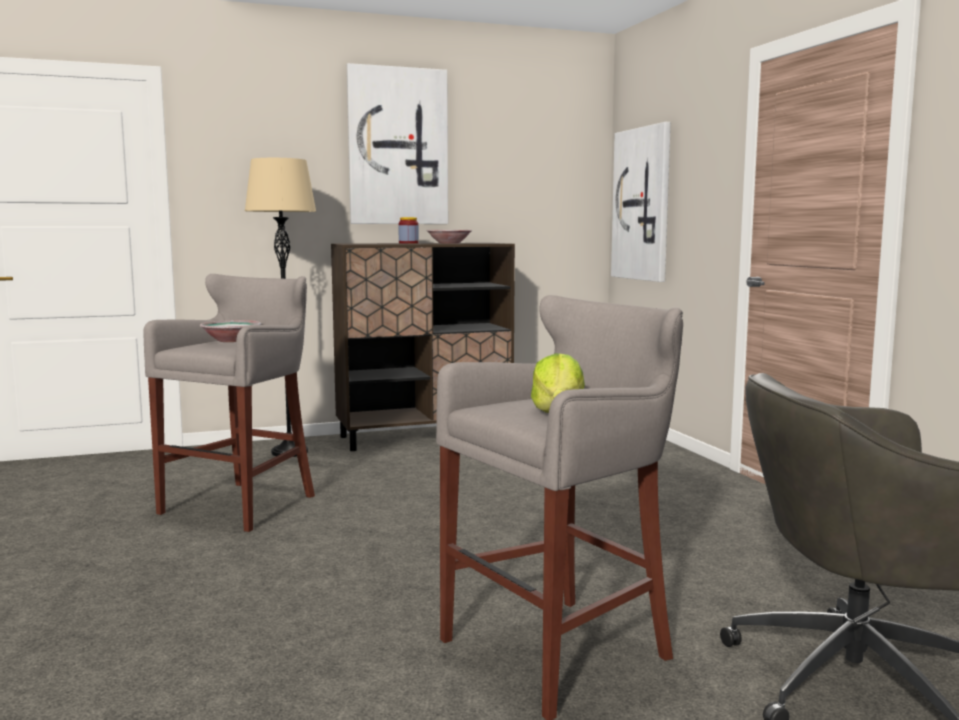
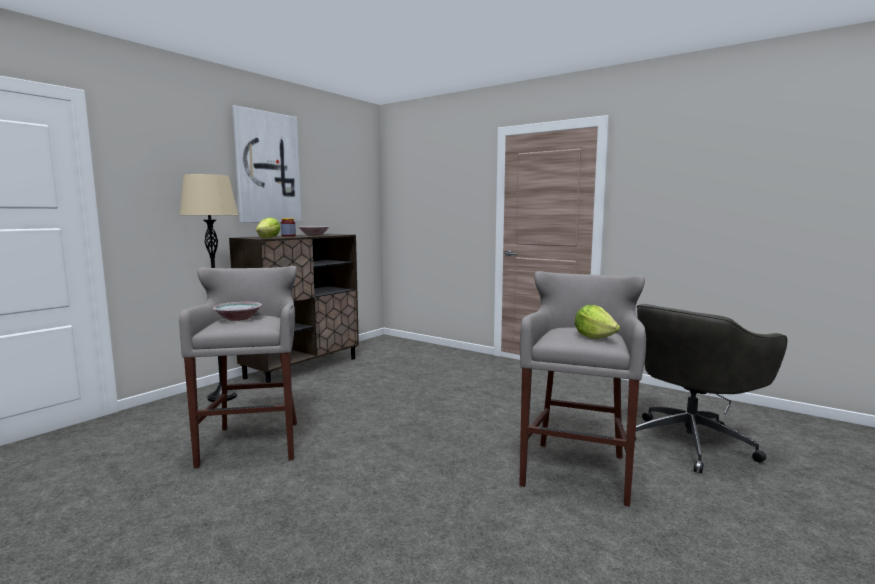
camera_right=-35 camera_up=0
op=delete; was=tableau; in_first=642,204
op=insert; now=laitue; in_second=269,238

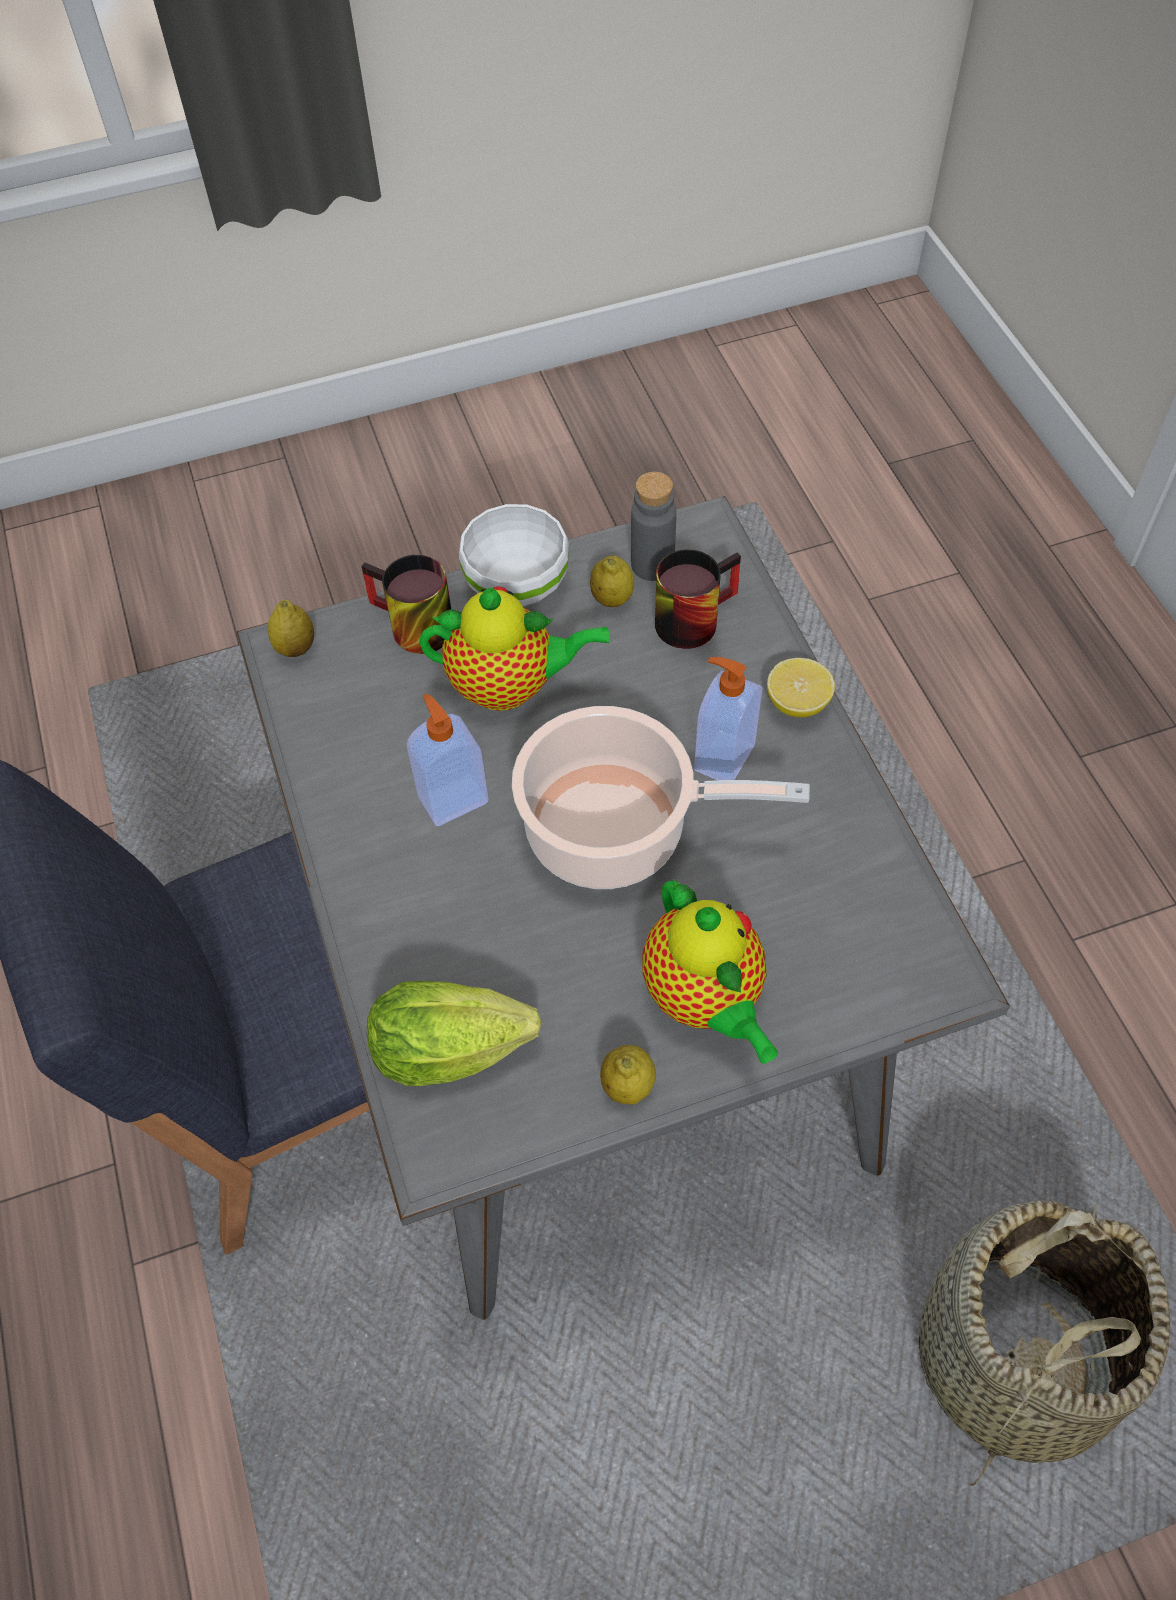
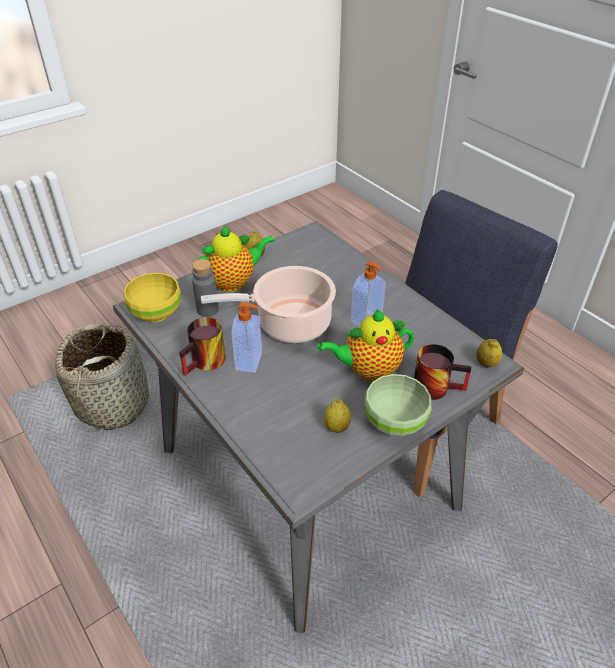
camera_right=160 camera_up=-15
op=delete; was=laitue; in_first=460,1048
op=recolor; was=bol [blanc]; now=bol [vert]; in_first=519,584; in_second=394,423
op=move; was=bouteille [gris]; in_first=652,565; in_second=207,310
op=rotate; was=théière; in_first=705,998; in_second=234,282; clockwise=105
op=move; was=mug; in_first=691,615; in_second=206,363
op=delete; was=citron; in_first=797,703
op=insert; now=bol [jaune]; in_second=156,312

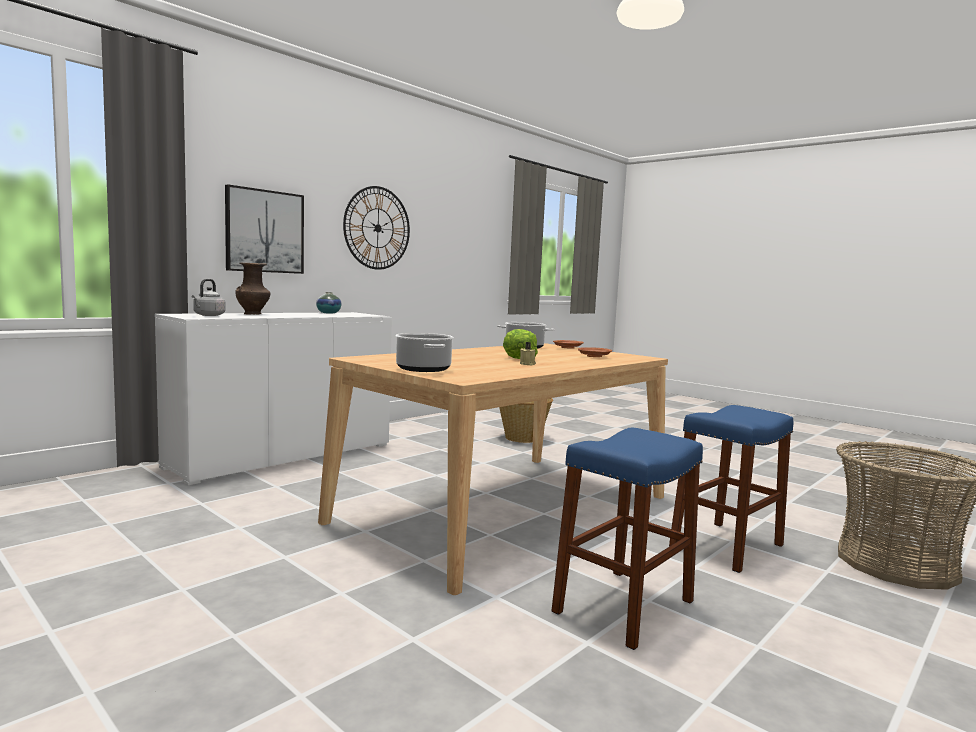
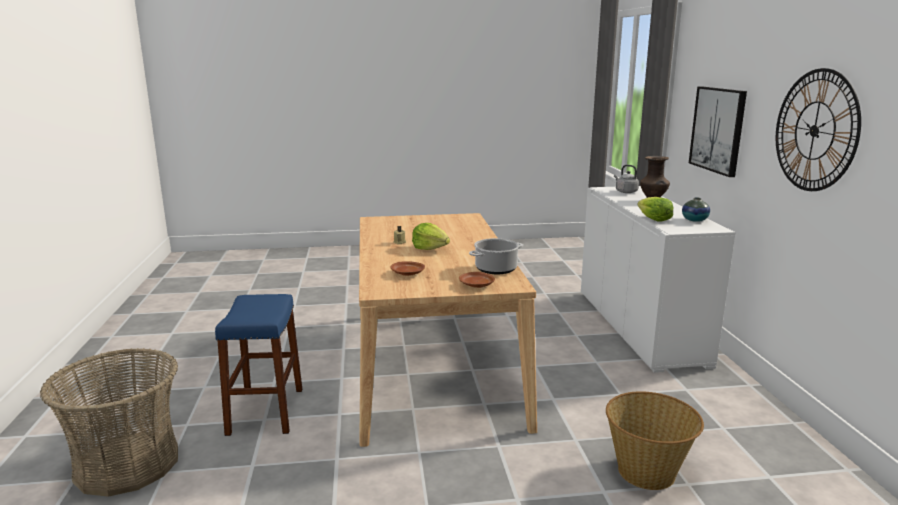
camera_right=130 camera_up=10
op=delete; was=marmite; in_first=424,369
op=delete; was=tabouret [bleu]; in_first=624,606
op=insert; now=laitue; in_second=654,219

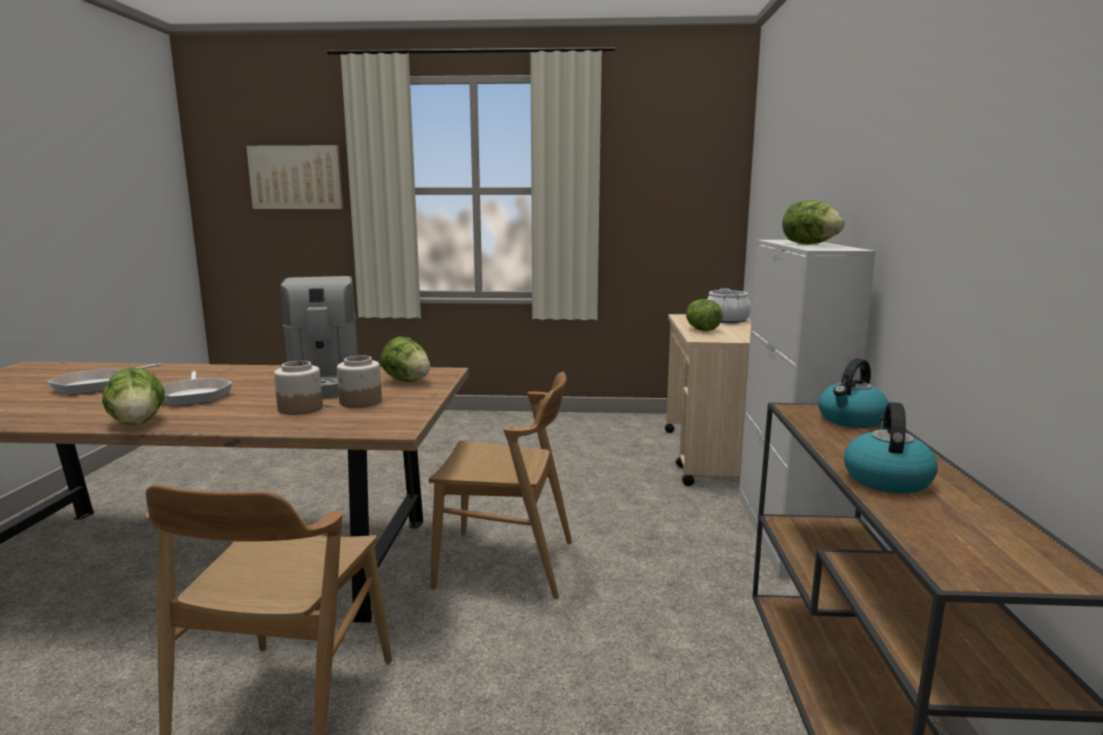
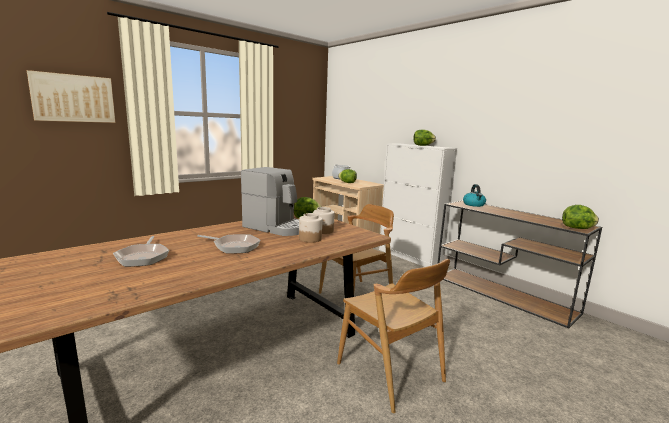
camera_right=-45 camera_up=0
op=move; was=laitue; in_first=138,423; in_second=577,228
op=delete; was=bouilloire; in_first=886,479

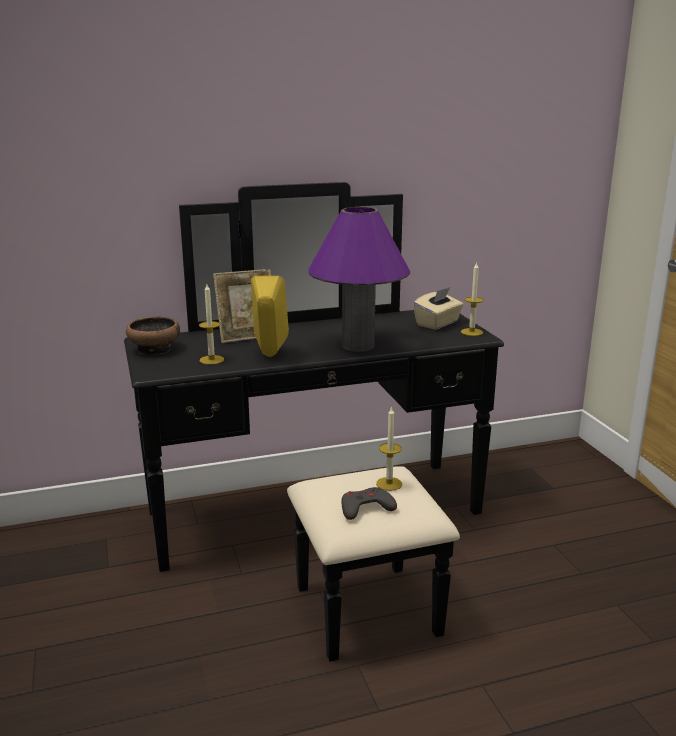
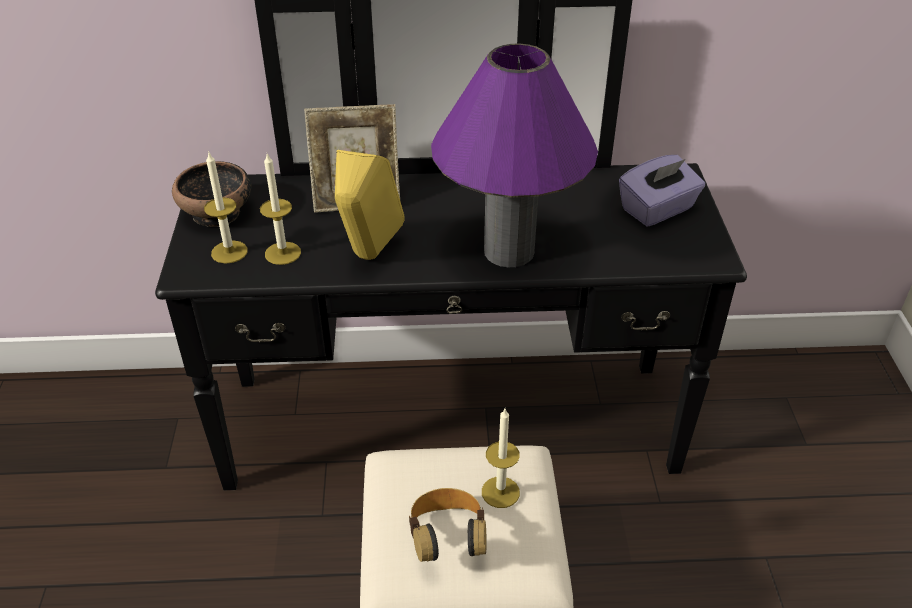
camera_right=15 camera_up=20
op=replace; was=manette [gris]; now=casque audio; in_first=366,508; in_second=447,539
op=recolor; was=boîte à mouchoirs [beige]; now=boîte à mouchoirs [violet]; in_first=438,323; in_second=658,210
op=move; was=bougie; in_first=471,332; in_second=229,252

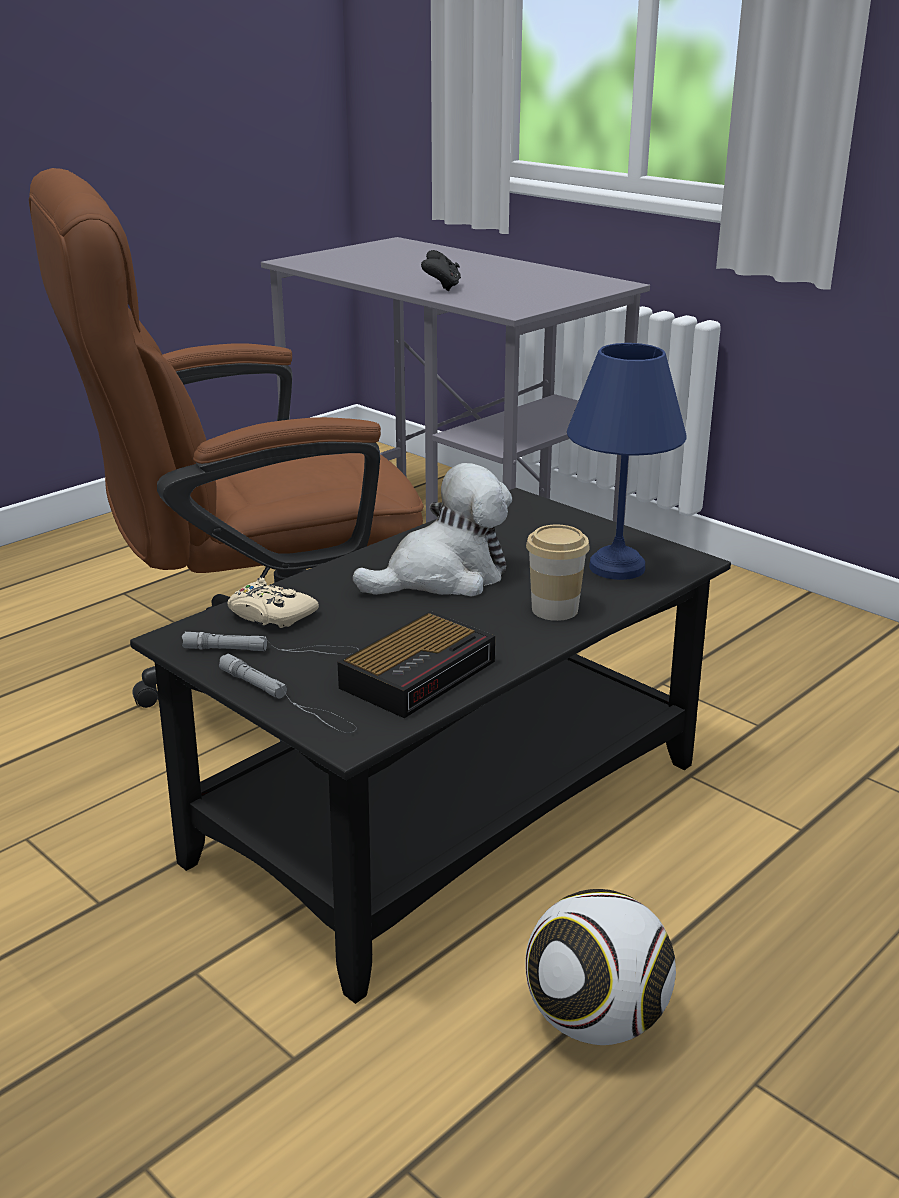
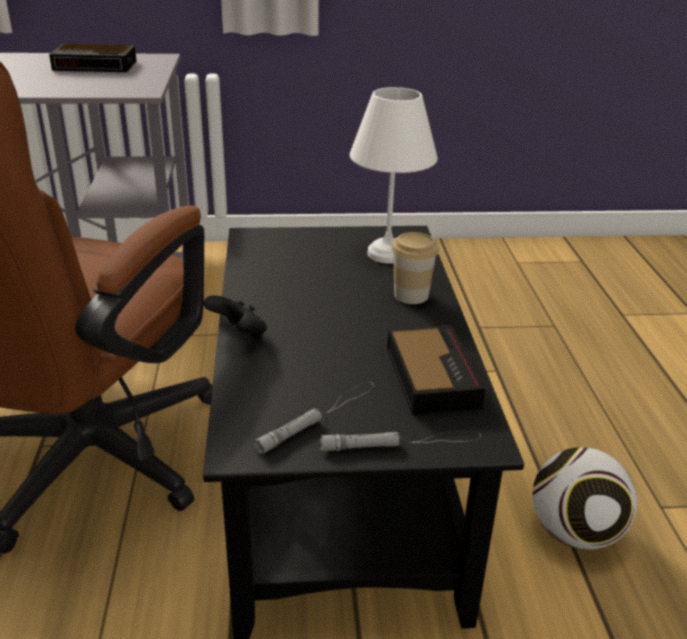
camera_right=-50 camera_up=5
op=delete; was=manette [beige]; in_first=270,615
op=delete; was=peluche; in_first=443,577
op=move; was=manette [noir]; in_first=441,287; in_second=239,334
op=recolor; was=lampe de table [bleu]; now=lampe de table [blanc]; in_first=617,568; in_second=389,254
op=insert; now=réveil; in_second=97,65

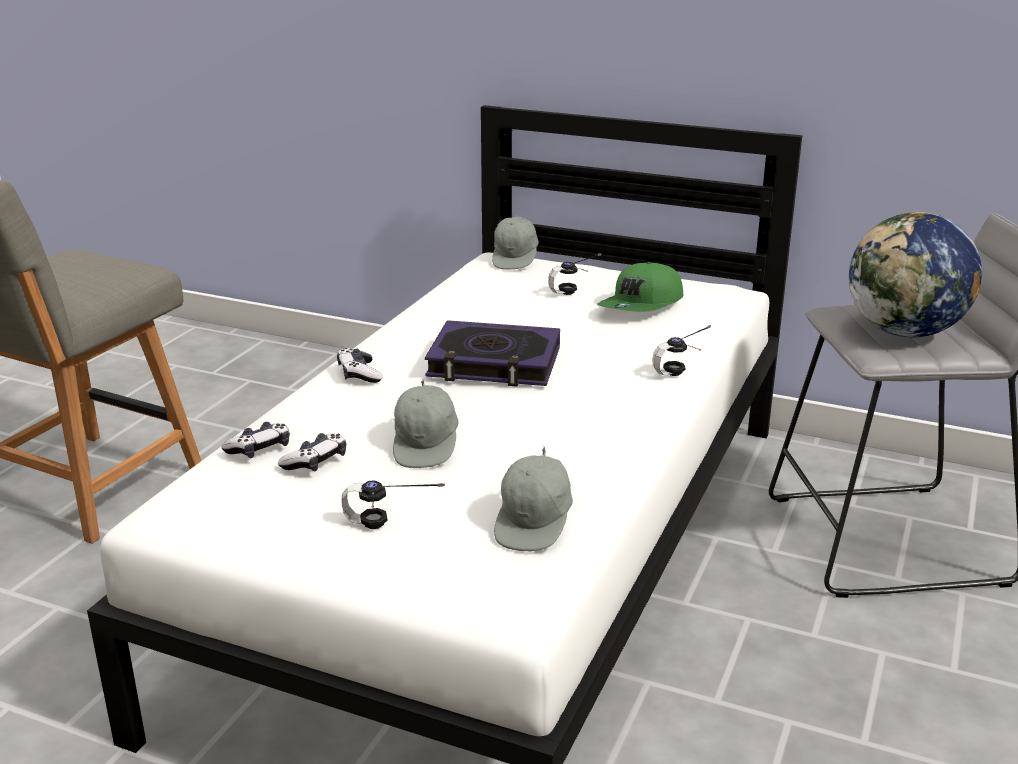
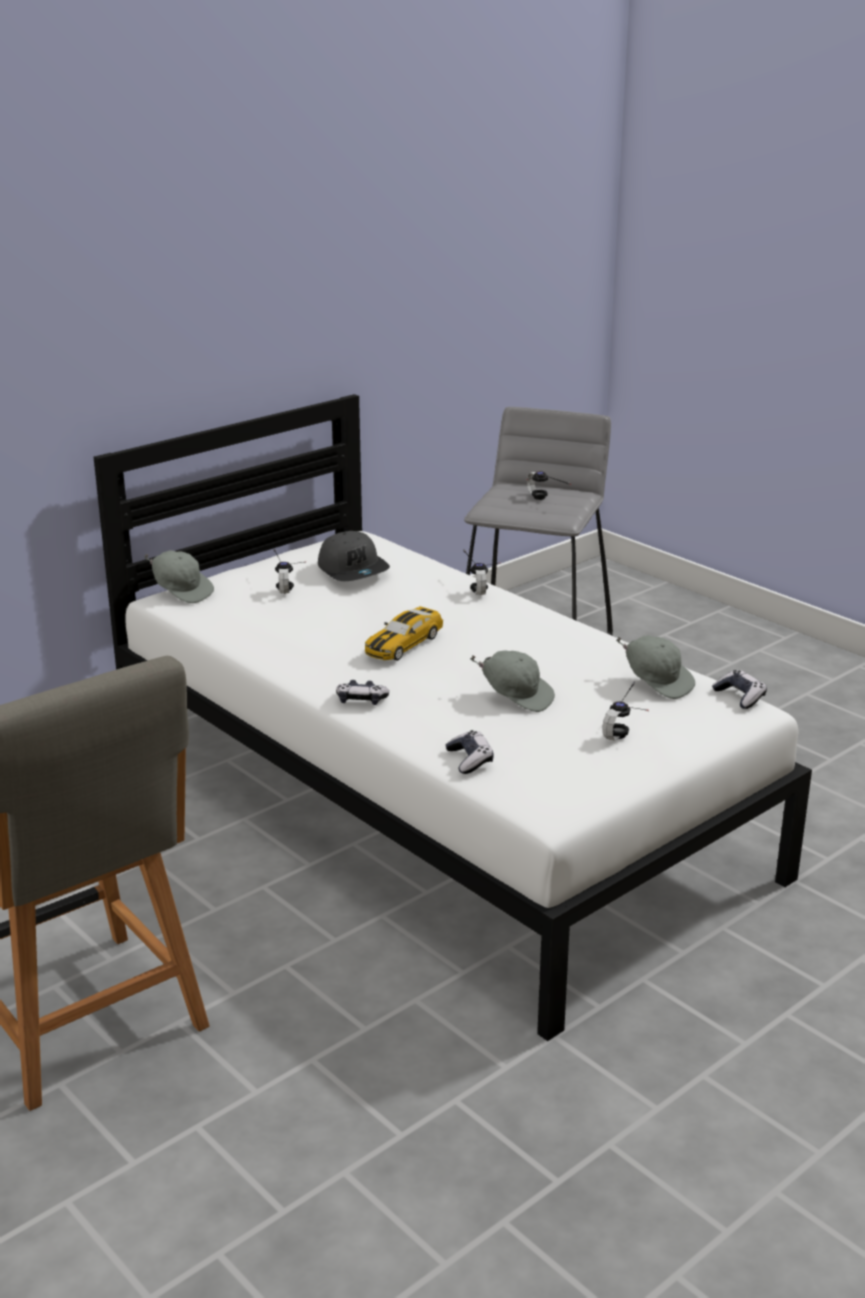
camera_right=-65 camera_up=0
op=move; was=manette; in_first=315,462; in_second=740,697
op=replace; was=livre; now=petite voiture; in_first=494,363; in_second=403,644
op=recolor; was=casquette [vert]; now=casquette [gris]; in_first=642,305; in_second=354,570
op=replace; was=globe; now=casque audio; in_first=905,332; in_second=540,502

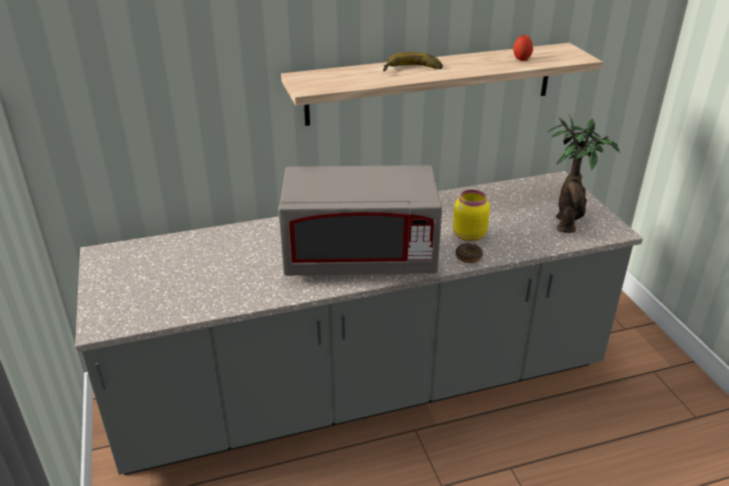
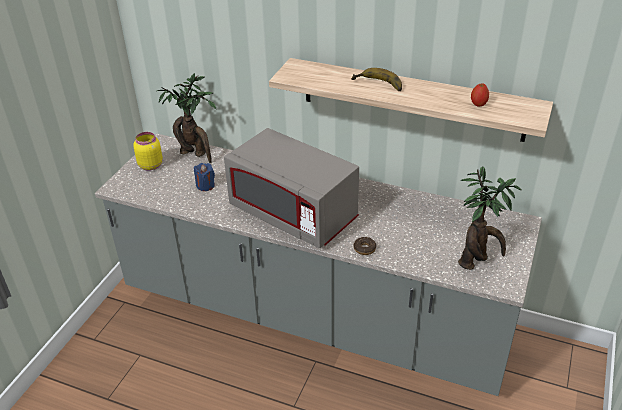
camera_right=40 camera_up=5
op=move; was=bocal [jaune]; in_first=468,235; in_second=150,165
op=insert; now=plante en pot; in_second=195,154
op=insert; now=bougie [bleu]; in_second=205,186

